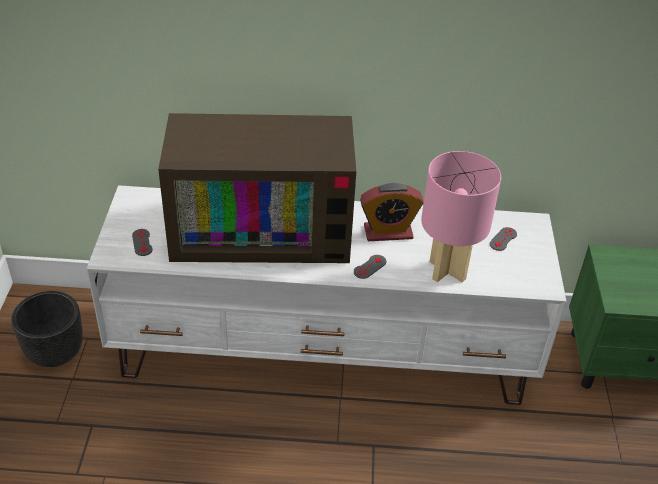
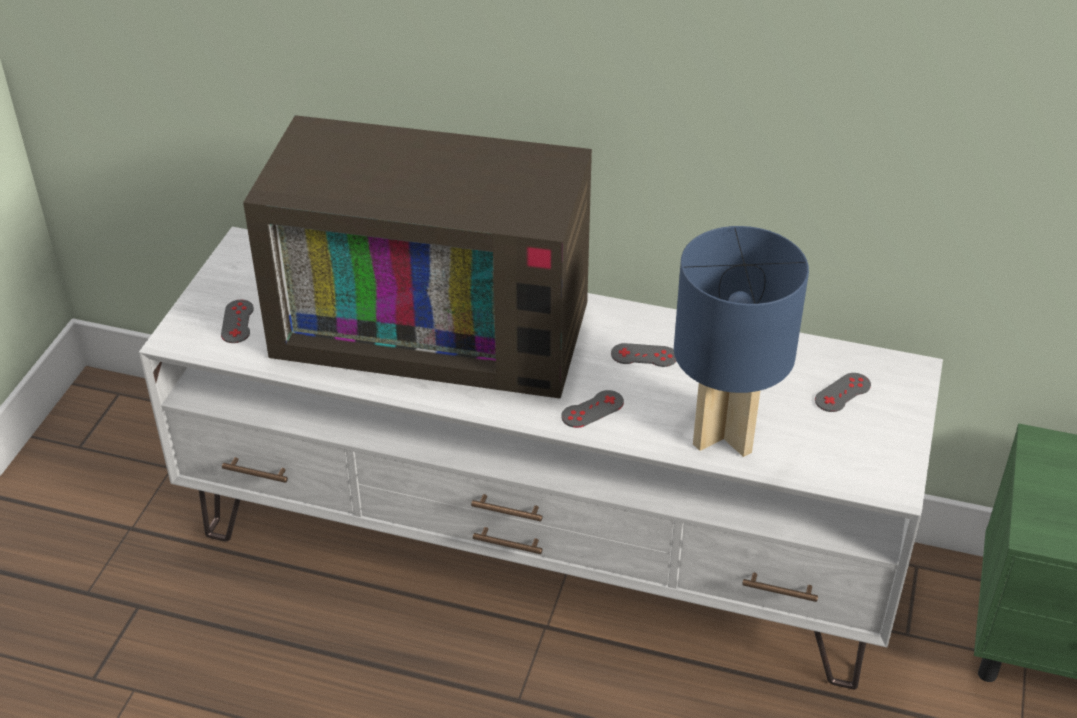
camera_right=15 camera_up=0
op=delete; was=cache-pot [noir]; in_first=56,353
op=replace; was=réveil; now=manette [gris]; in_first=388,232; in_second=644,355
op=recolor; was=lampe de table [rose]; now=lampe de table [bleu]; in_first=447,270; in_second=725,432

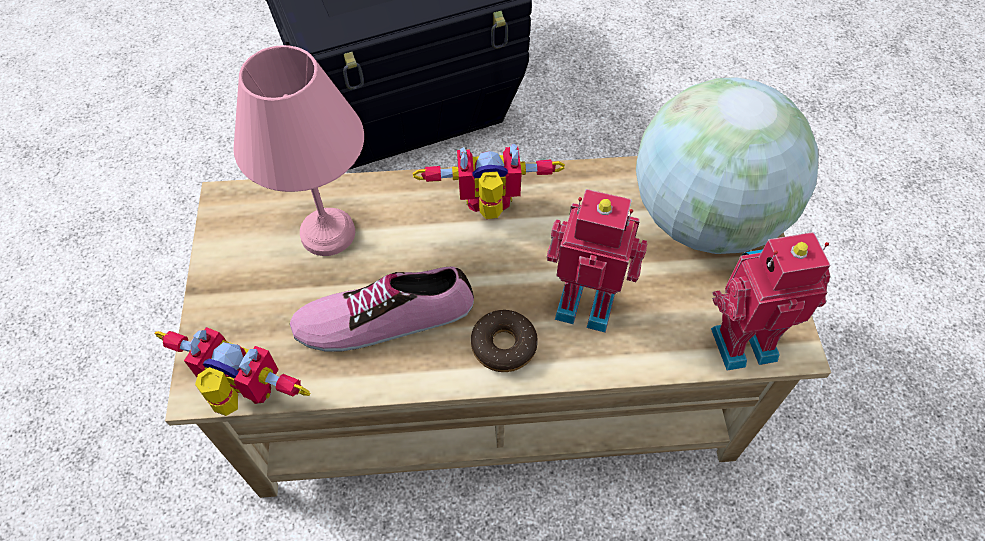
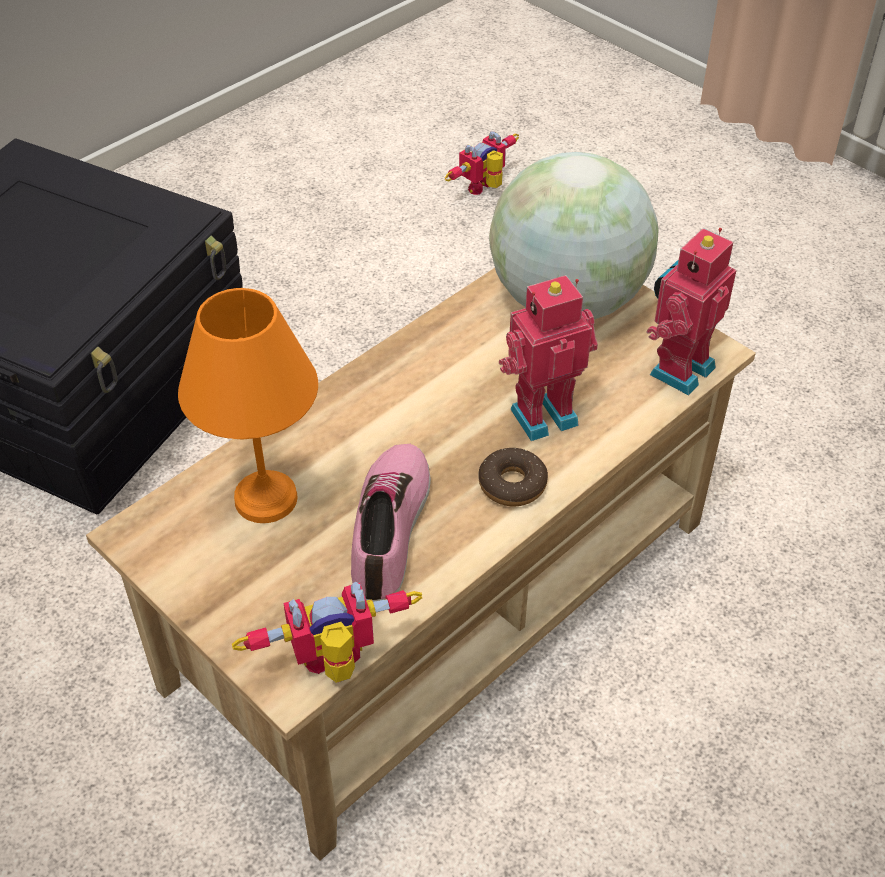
camera_right=-40 camera_up=-10
op=recolor; was=lampe de table [rose]; now=lampe de table [orange]; in_first=328,235; in_second=268,500
op=rotate; was=chaussure; in_first=384,317; in_second=391,528; clockwise=150
op=move; was=robot jouet; in_first=489,209; in_second=485,189

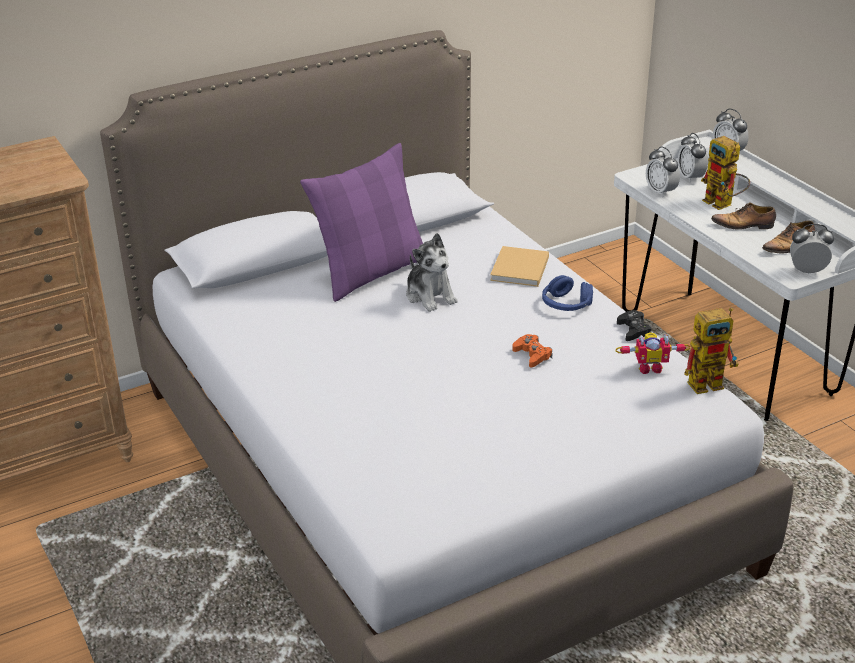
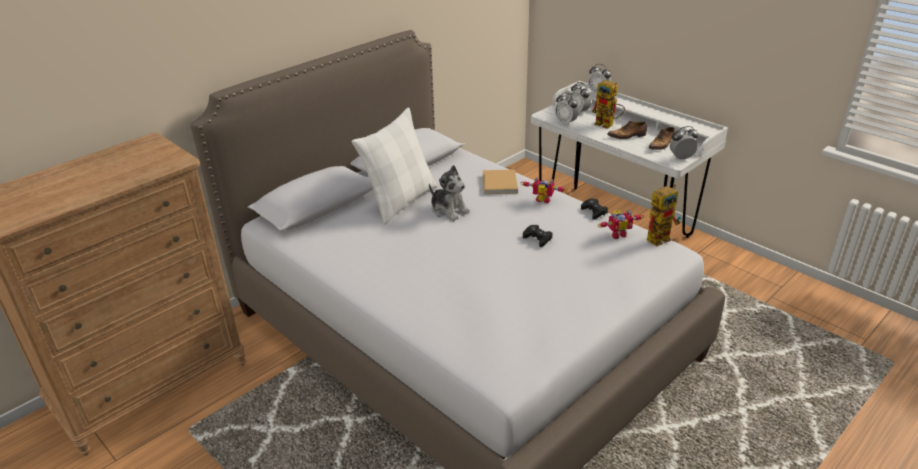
camera_right=-15 camera_up=0
op=recolor; was=coussin [violet]; now=coussin [blanc]; in_first=371,273; in_second=401,201
op=recolor; was=manette [orange]; now=manette [noir]; in_first=532,355; in_second=537,238
op=replace; was=casque audio [bleu]; now=robot jouet; in_first=566,304; in_second=542,202

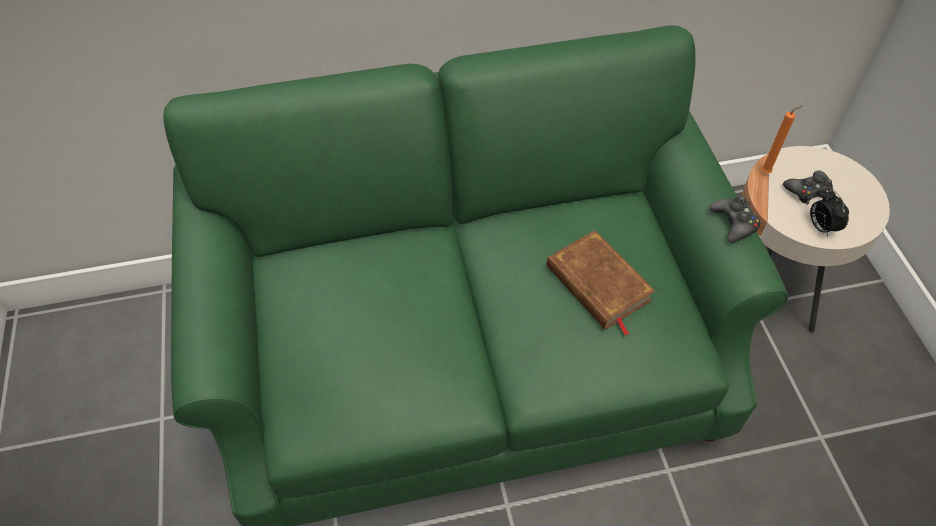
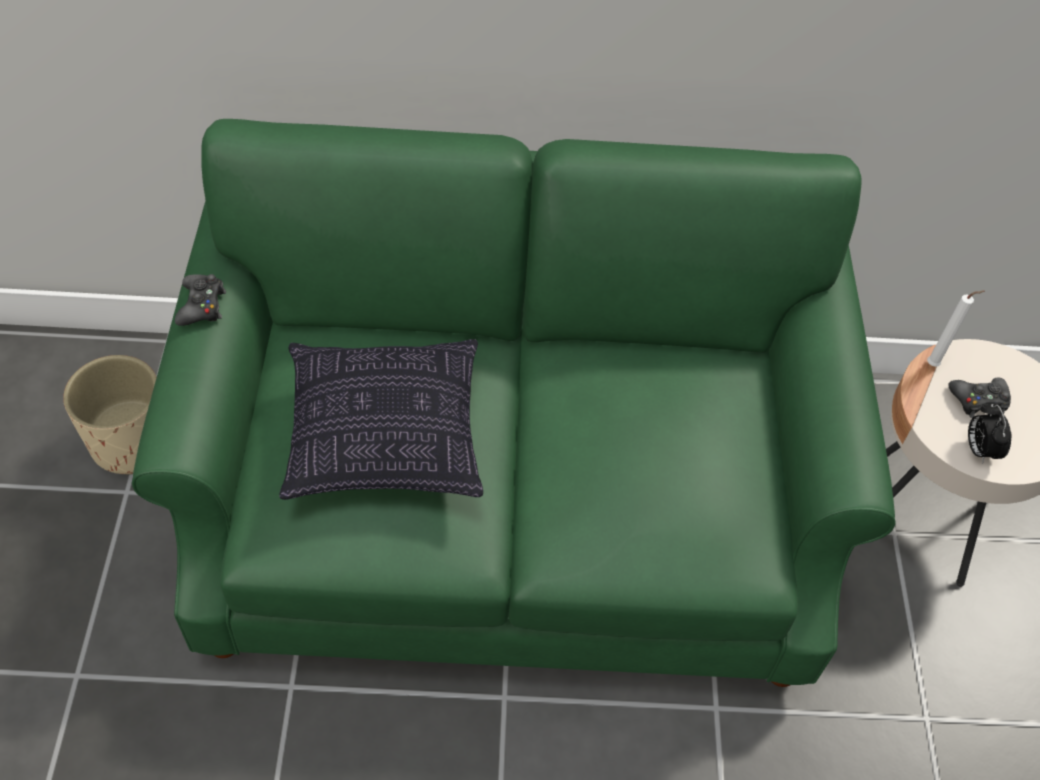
camera_right=10 camera_up=0
op=delete; was=livre [marron]; in_first=598,284
op=move; was=manette [noir]; in_first=734,223; in_second=202,305
op=recolor; was=bougie [orange]; now=bougie [blanc]; in_first=767,172; in_second=934,365
op=insert; now=cache-pot [beige]; in_second=131,442
op=insert; now=coussin; in_second=384,436

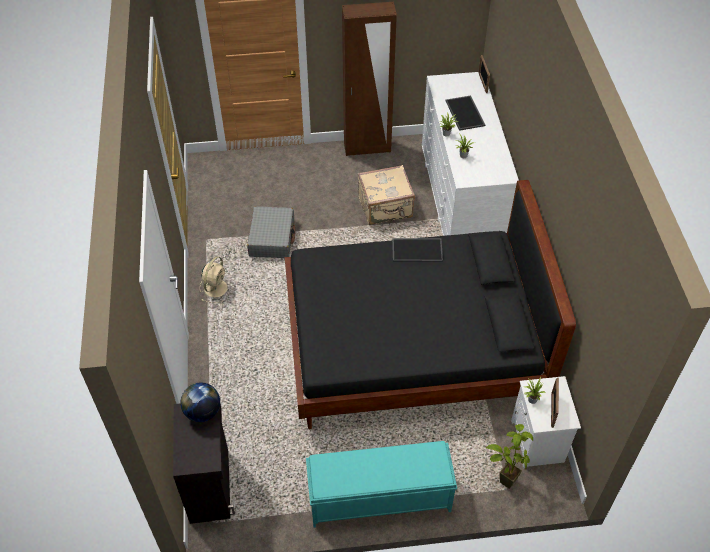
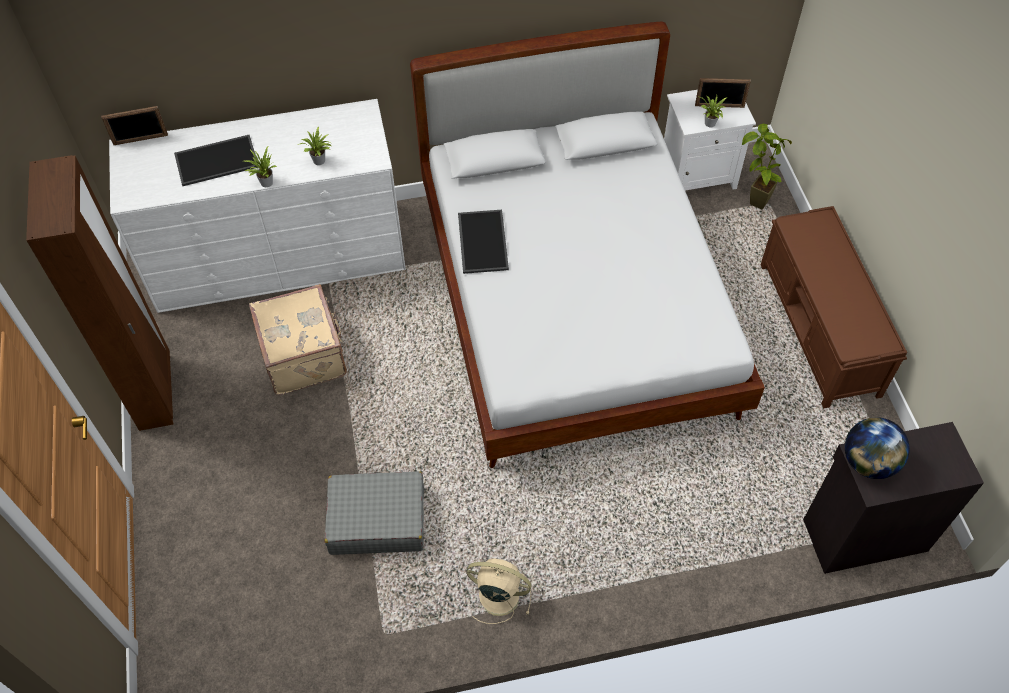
camera_right=-95 camera_up=5
op=recolor; was=lit [noir]; now=lit [blanc]; in_first=412,345; in_second=575,305
op=recolor; was=banc [turquoise]; now=banc [marron]; in_first=378,498; in_second=819,330

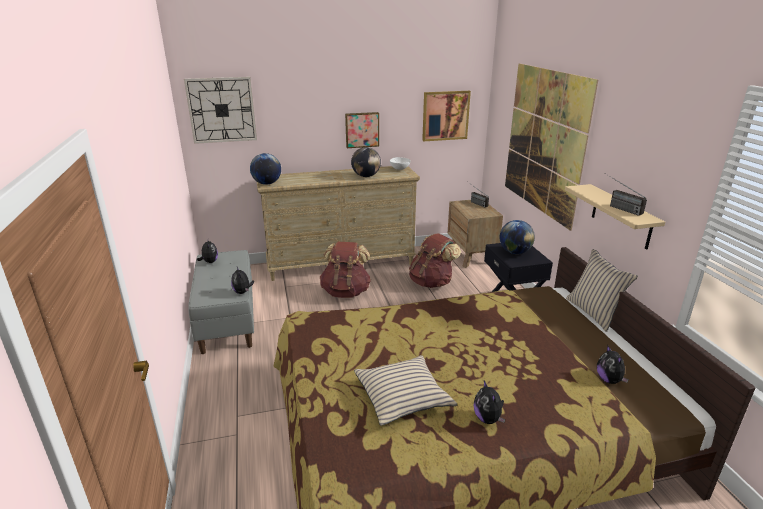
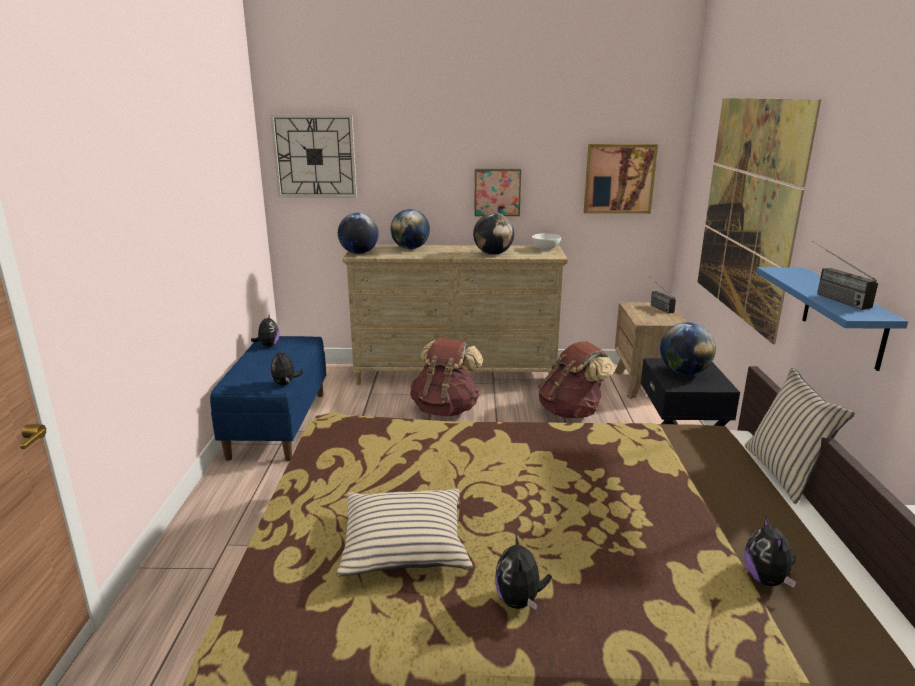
camera_right=15 camera_up=-5
op=recolor; was=banc [gris]; now=banc [bleu]; in_first=227,320; in_second=278,424
op=recolor; was=étagère [beige]; now=étagère [bleu]; in_first=621,216; in_second=843,317
op=insert; now=globe; in_second=410,248

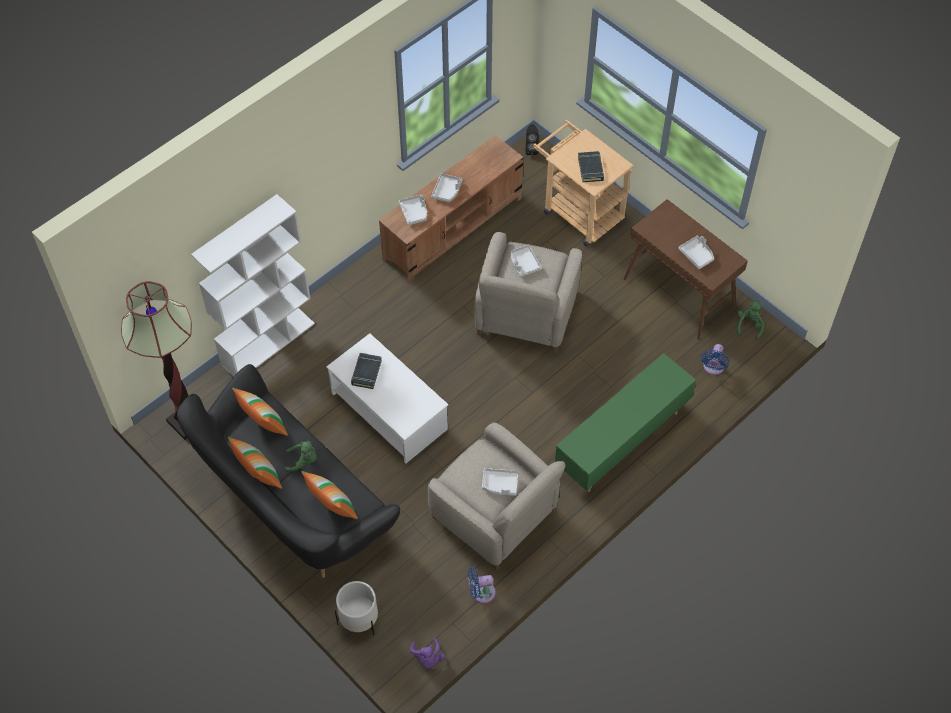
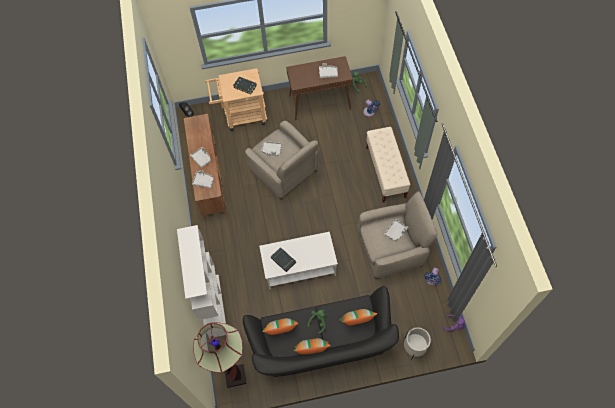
camera_right=-55 camera_up=5
op=replace; was=meuble télé [vert]; now=banc [beige]; in_first=621,442; in_second=385,172

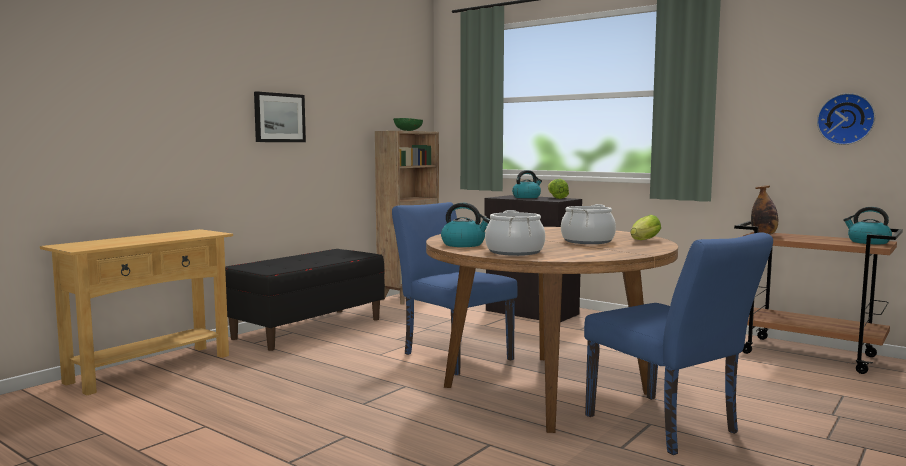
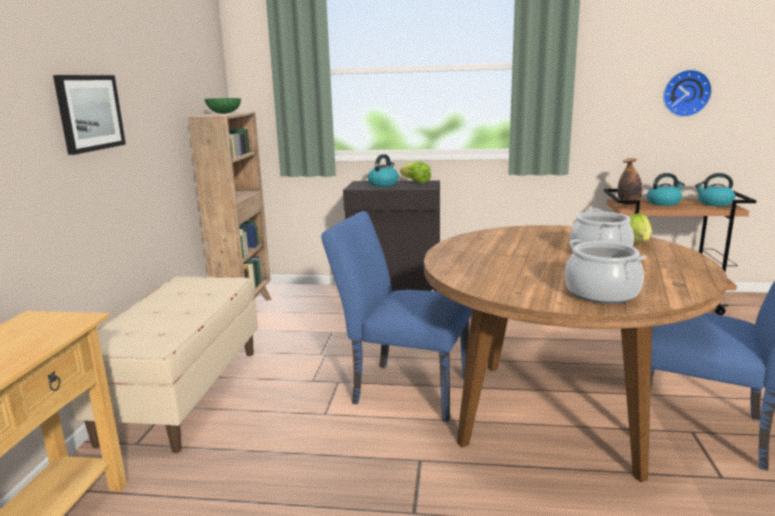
camera_right=-30 camera_up=10
op=recolor; was=banc [noir]; now=banc [beige]; in_first=308,328; in_second=183,393
op=move; was=bouilloire; in_first=464,244; in_second=663,203

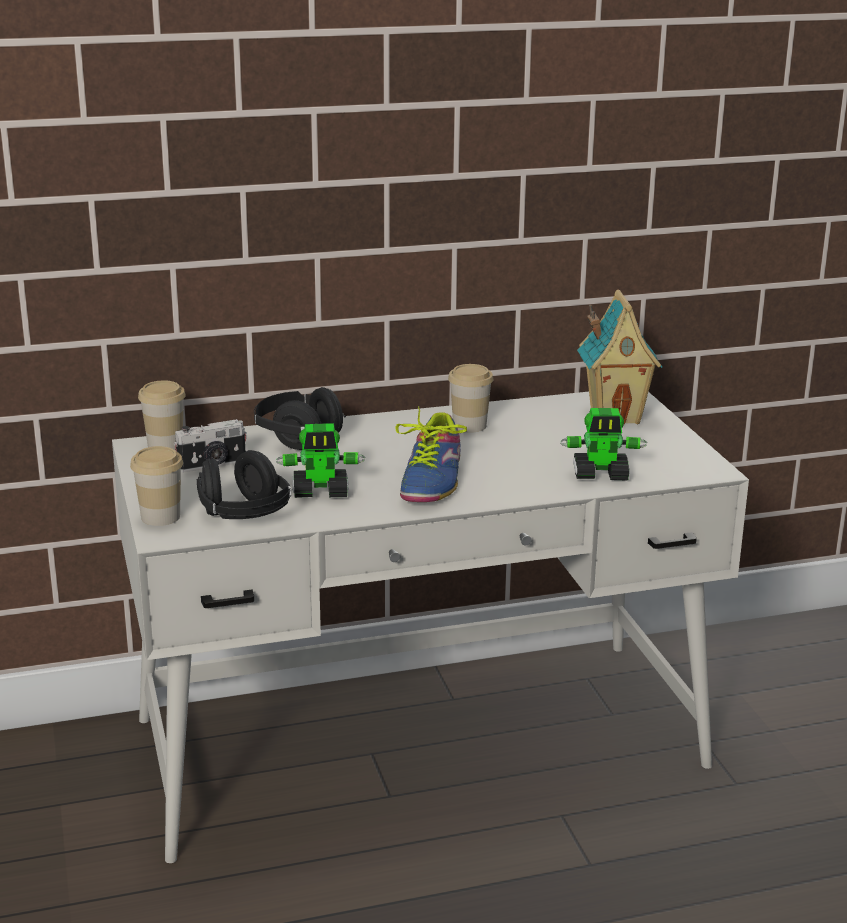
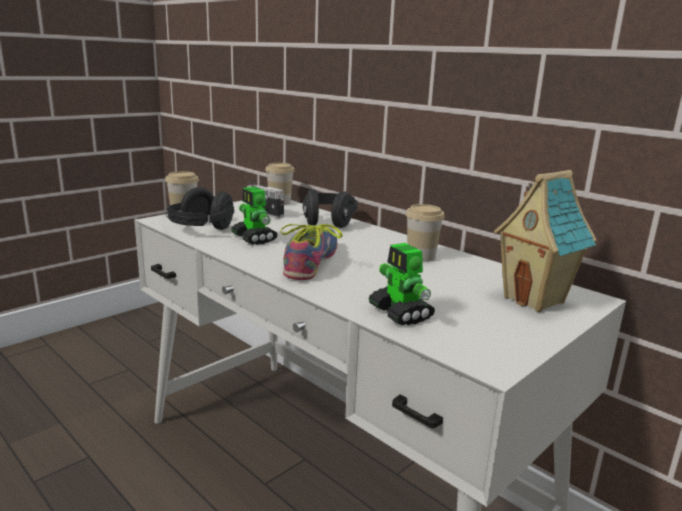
camera_right=60 camera_up=-5
op=rotate; was=chaussure; in_first=432,479; in_second=310,261; clockwise=120

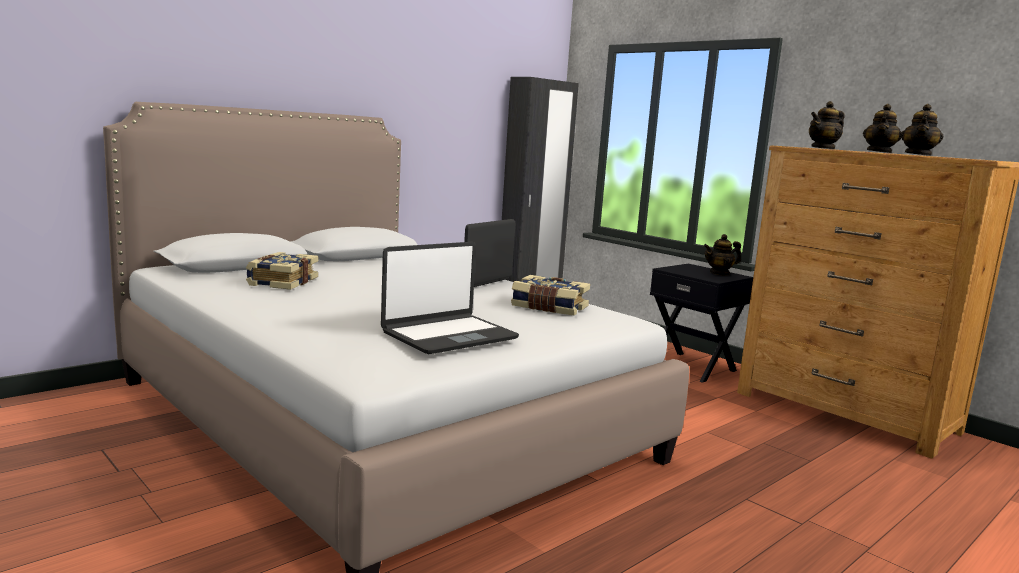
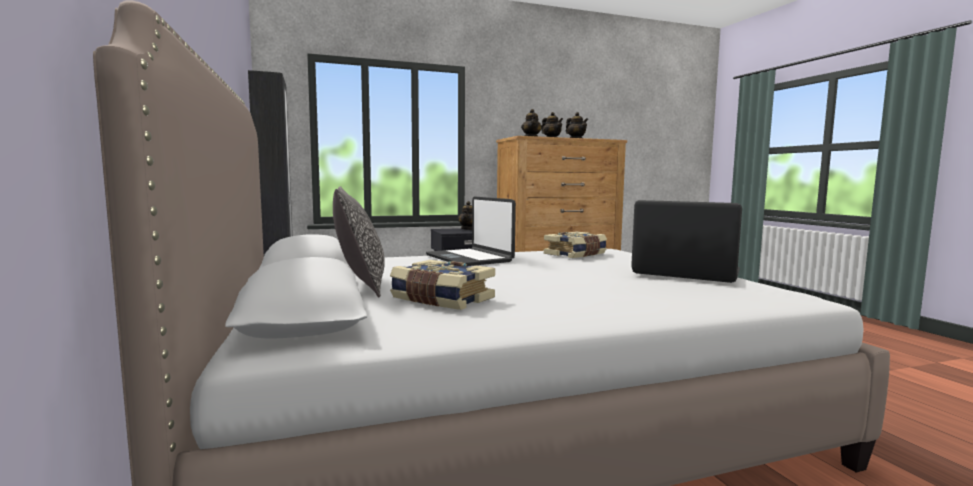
camera_right=-65 camera_up=-5
op=rotate; was=ordinateur portable; in_first=448,335; in_second=685,273; clockwise=-45
op=insert; now=coussin; in_second=360,286

